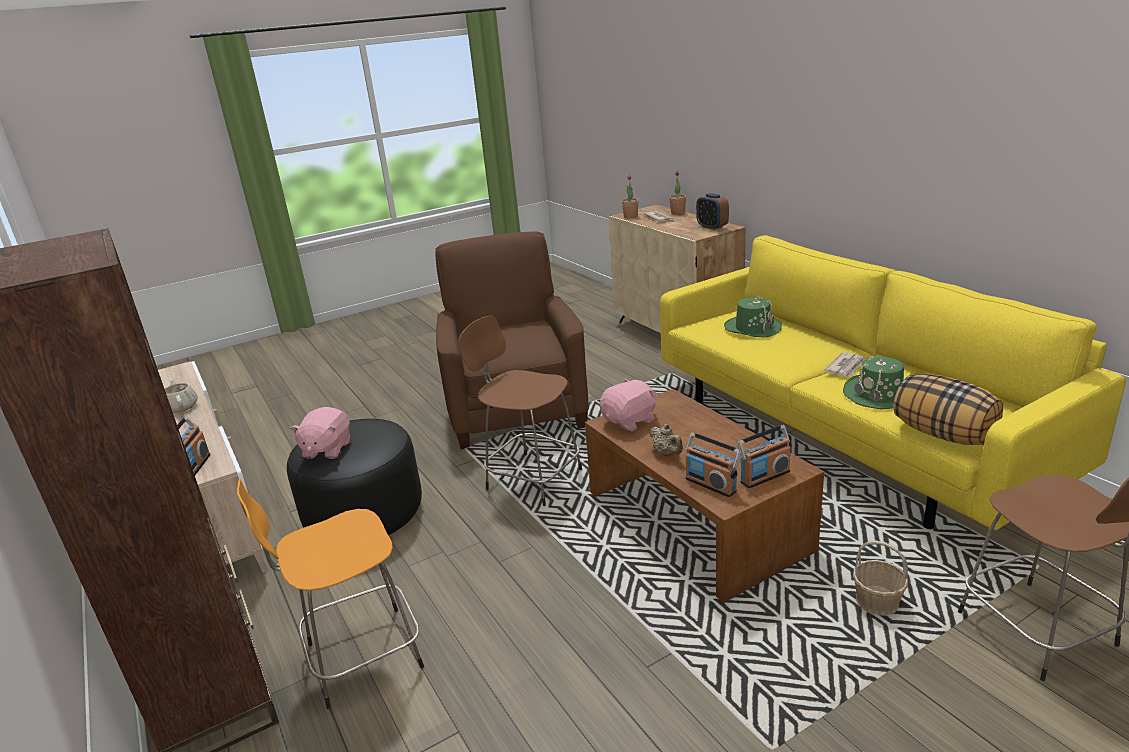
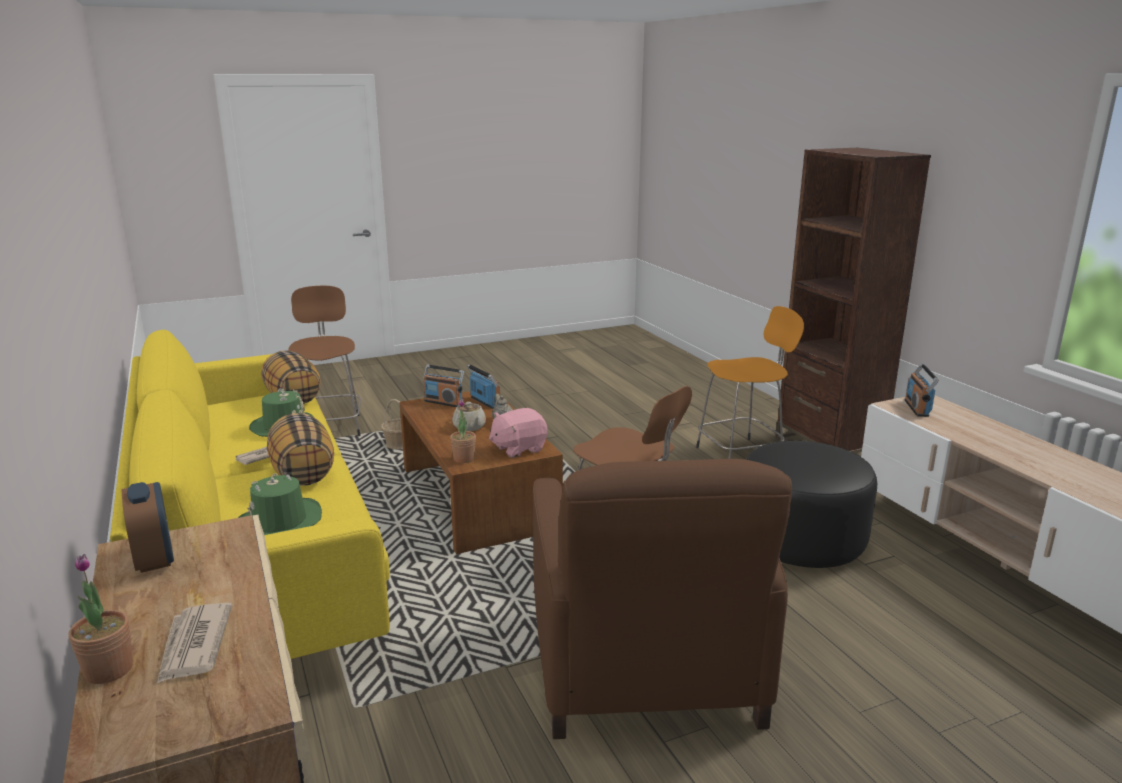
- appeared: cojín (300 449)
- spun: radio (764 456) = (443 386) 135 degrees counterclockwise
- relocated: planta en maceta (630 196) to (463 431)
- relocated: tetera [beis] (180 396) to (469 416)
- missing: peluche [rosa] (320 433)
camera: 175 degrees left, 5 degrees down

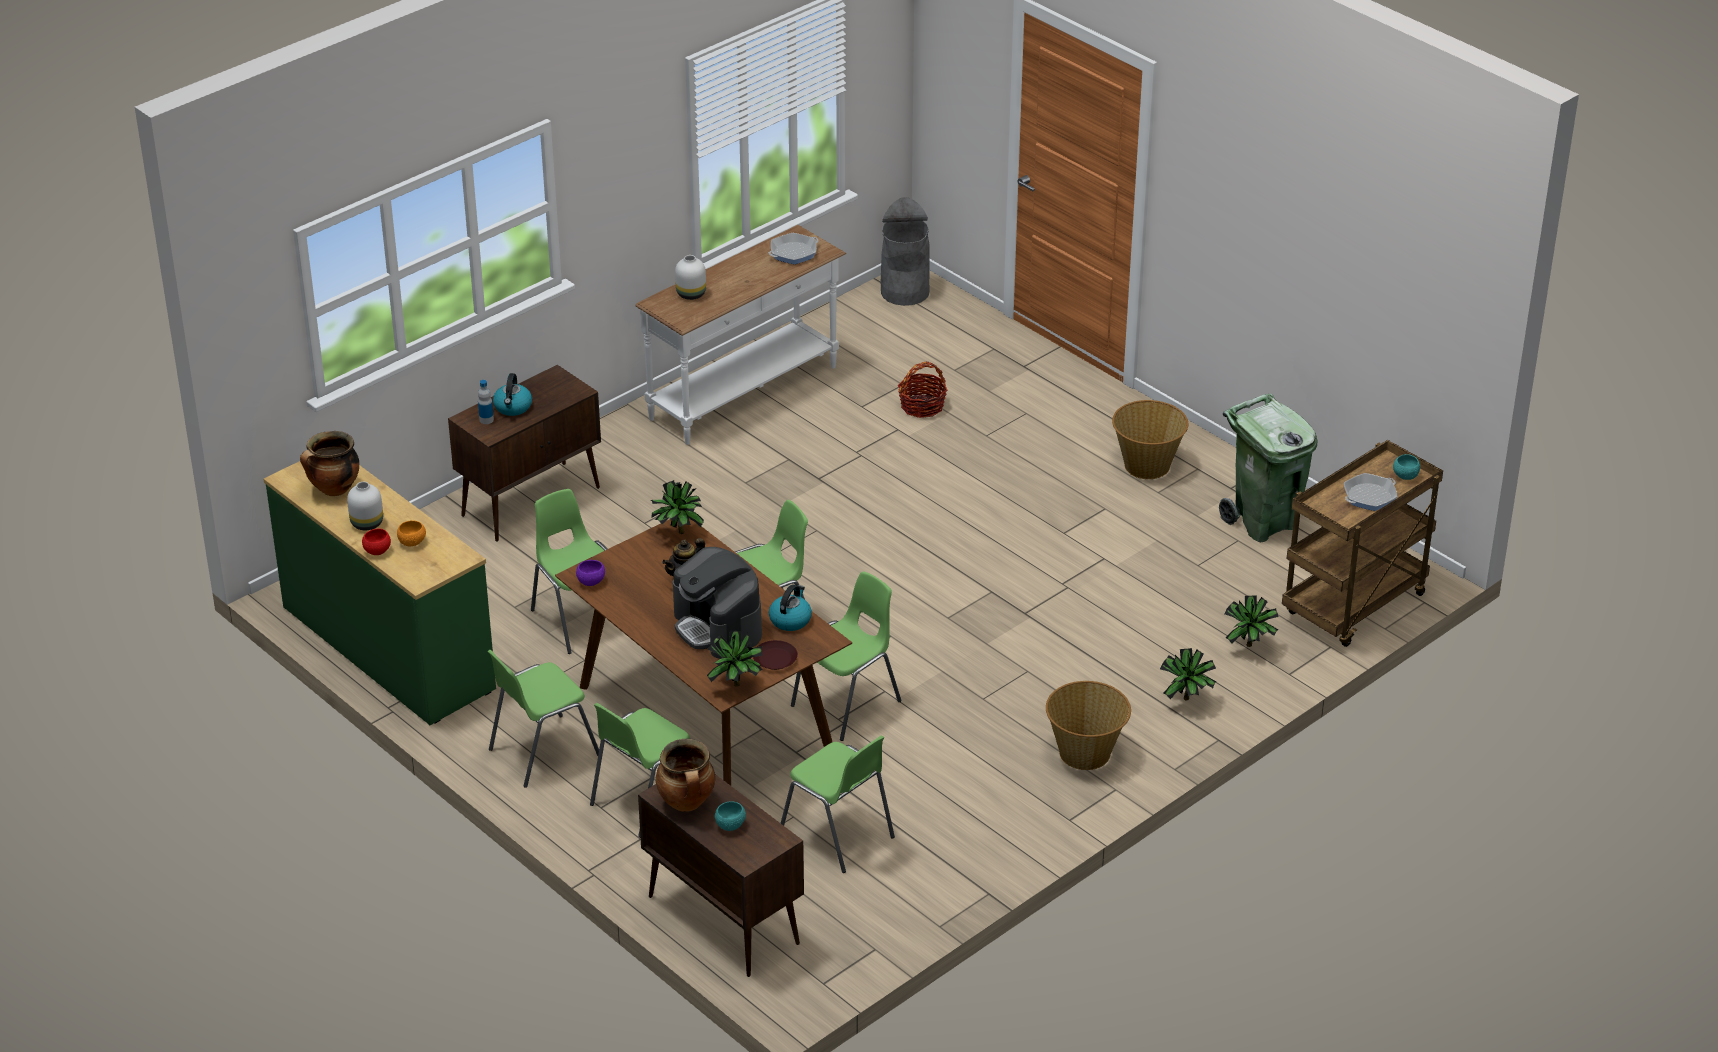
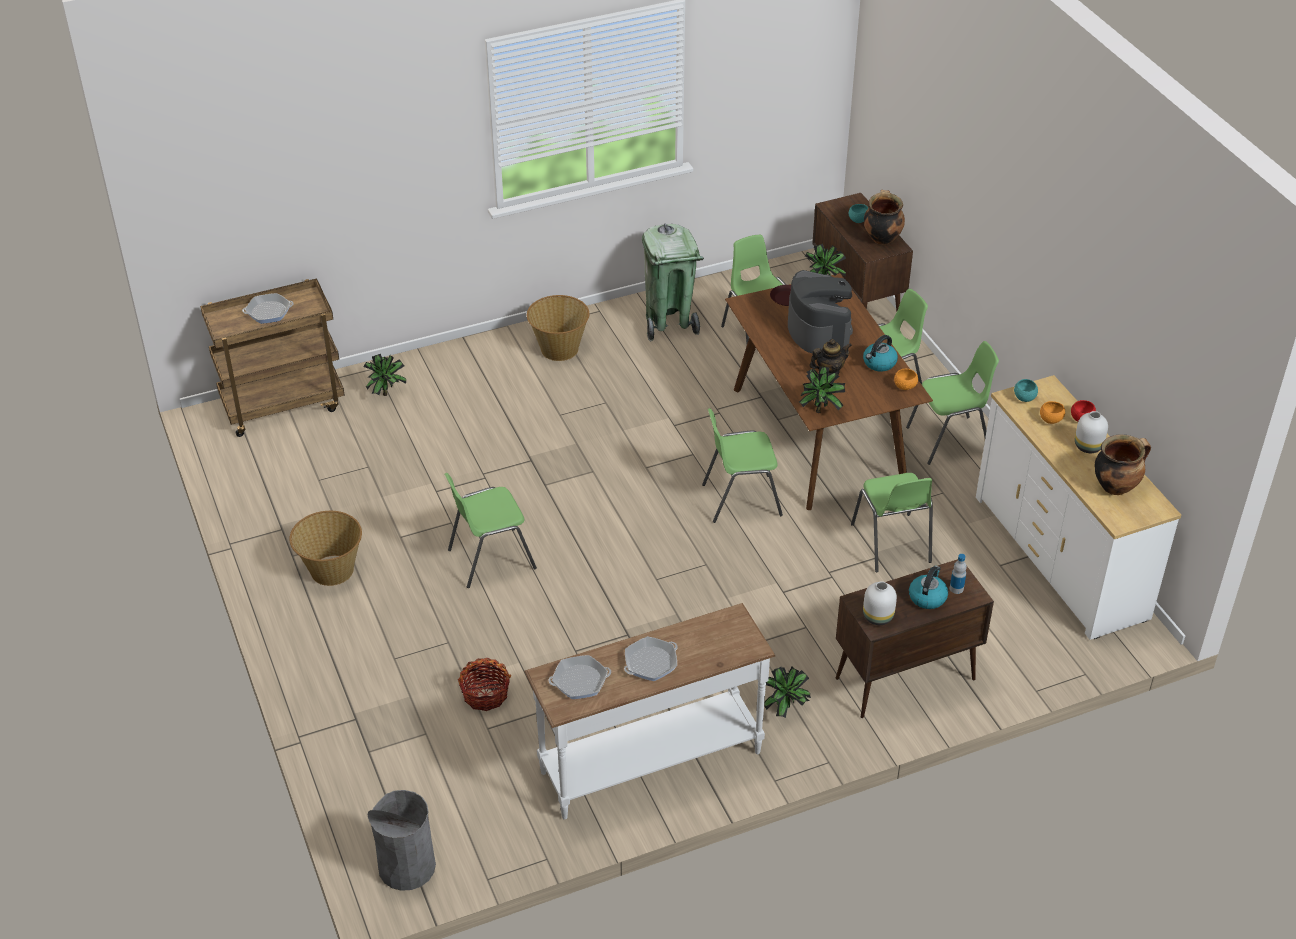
- relocated: silla [verde] (846 656) to (490 530)
- appeared: sartén (651 658)
- relocated: papelera [verde] (1268 467) to (673 282)
- relocated: planta en maceta (1188 674) to (787 692)
- relocated: hervidor (790 607) to (880 353)
- relocated: florero [blanco] (690 277) to (880 603)
- colour: cuenco [morado] (590 573) to cuenco [naranja] (906 379)
- colour: cómoda [verde] (380 593) to cómoda [blanco] (1078 507)
- relocated: cuenco [turquesa] (1406 467) to (1026 390)
camera: 160 degrees left, 5 degrees up

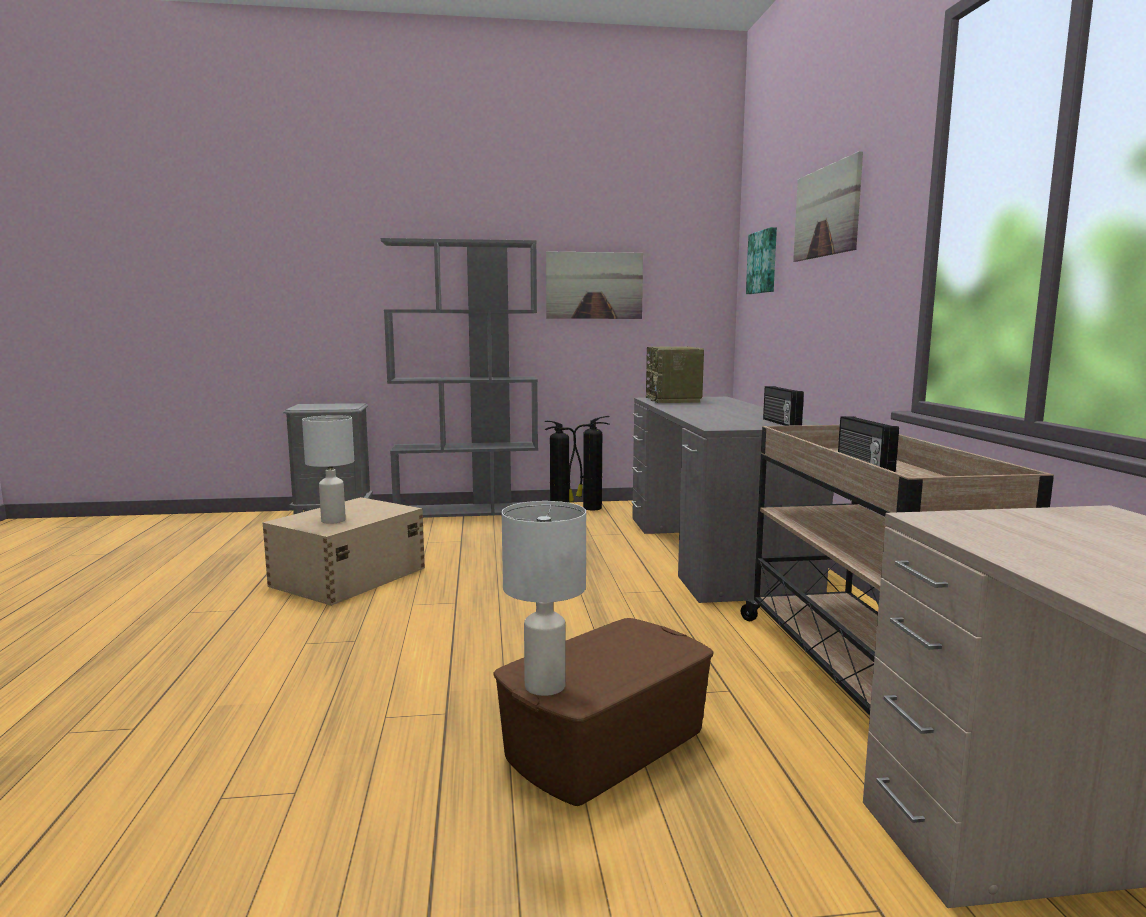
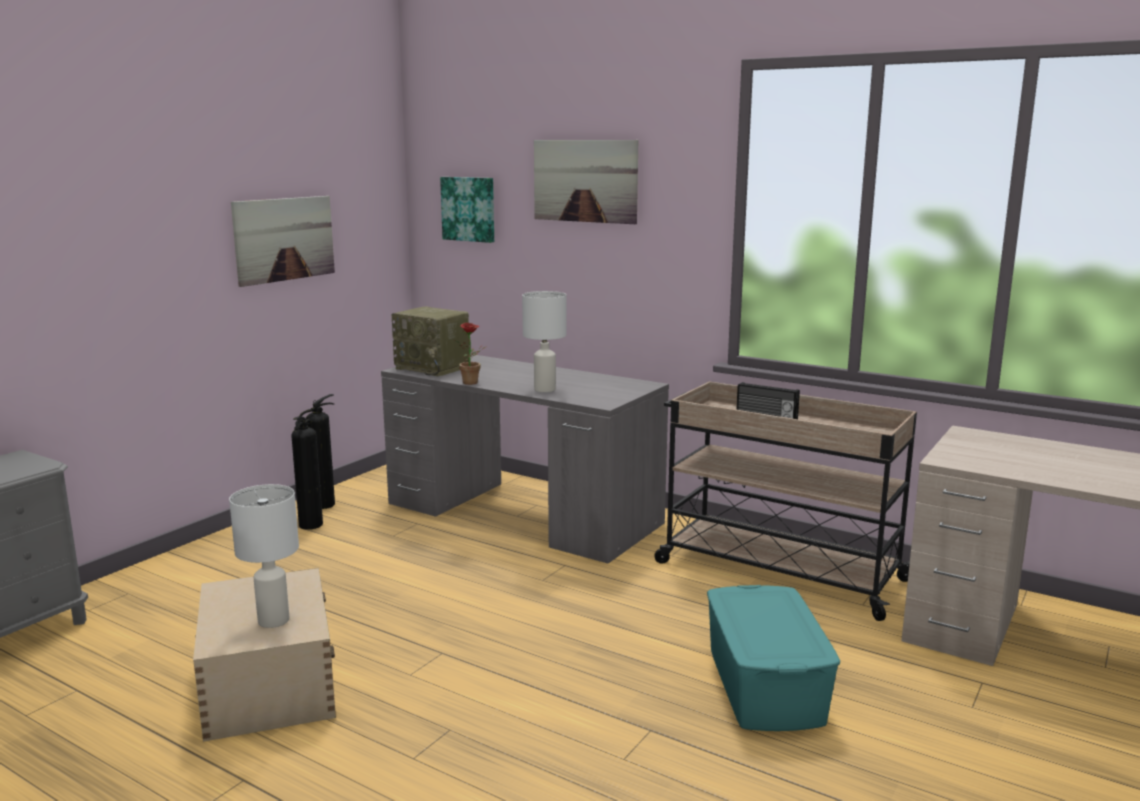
- appeared: planta en maceta (471 354)
- relocated: lámpara de mesa [blanco] (544 598) to (544 341)
- colour: caja de almacenaje [marrón] (603 712) to caja de almacenaje [turquesa] (773 658)
- missing: estantería [gris] (459 378)
- missing: radio (783 406)
camera: 50 degrees left, 5 degrees up

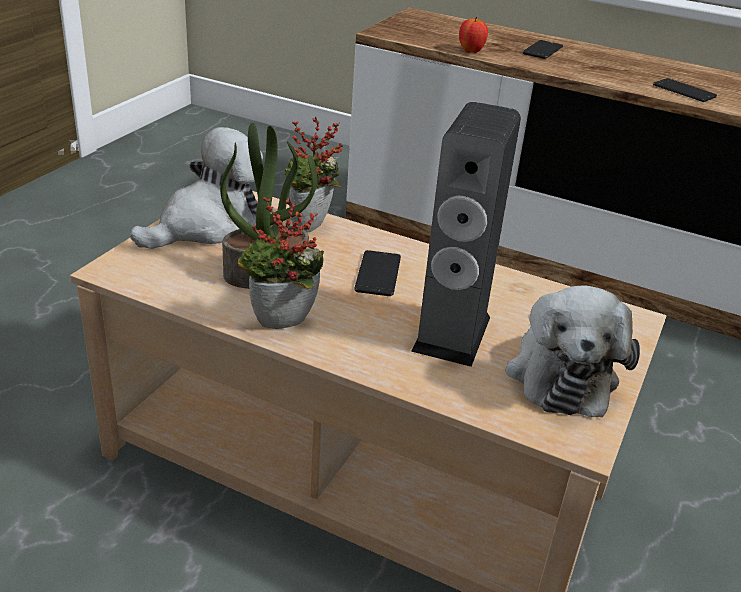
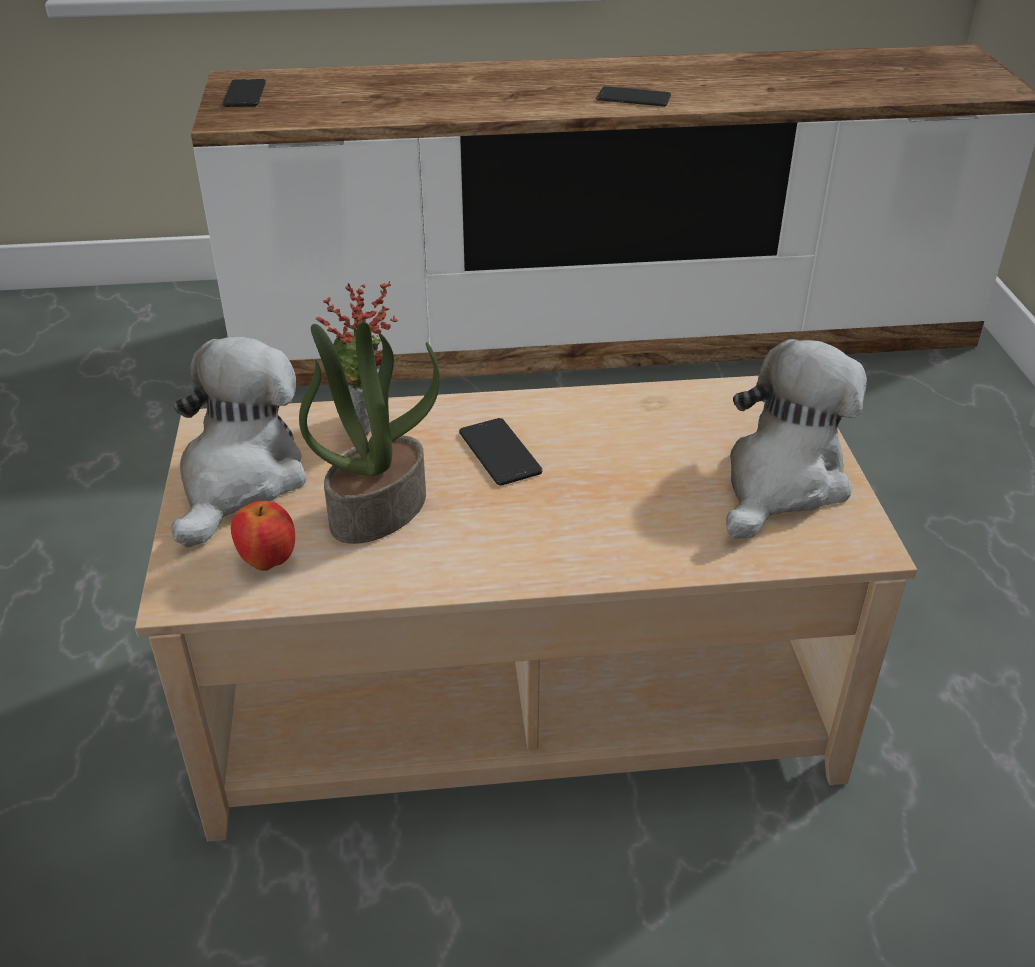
- relocated: móvil (542 49) to (244 93)
- relocated: manzana (473 34) to (263 536)
- spun: peluche (573 351) = (796 439) 120 degrees counterclockwise
- missing: planta en maceta (281 263)
- missing: altavoz (466 234)
camera: 30 degrees left, 5 degrees up

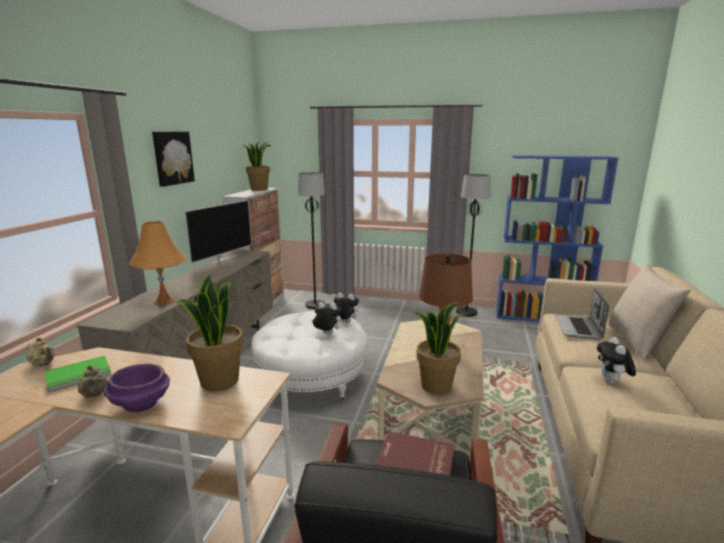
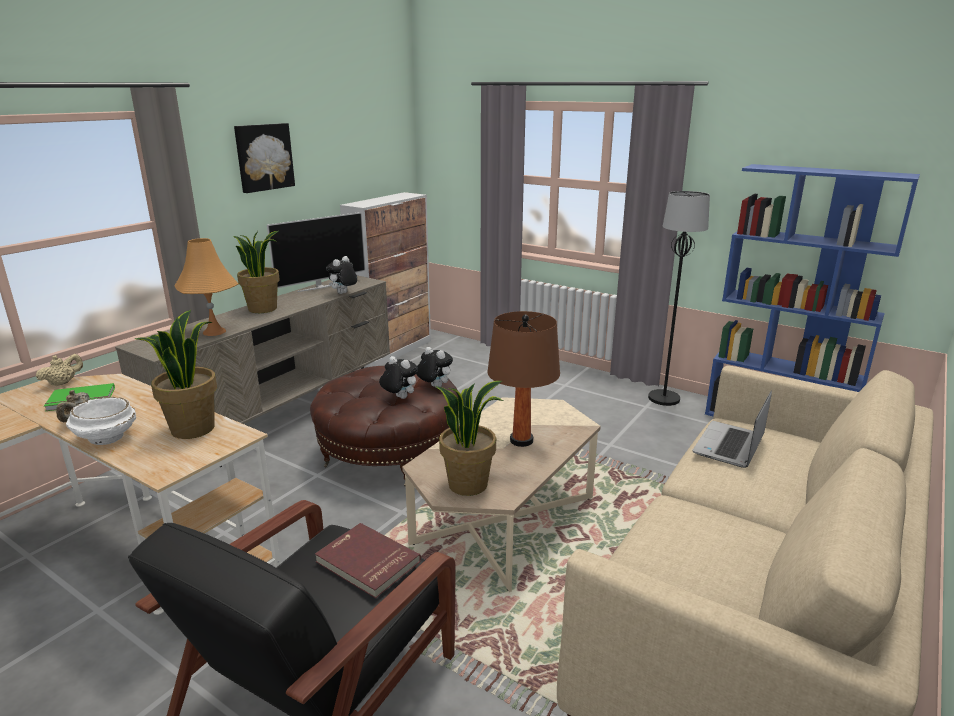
- spun: tetera [beis] (40 351) = (59 370) 105 degrees counterclockwise
- colour: cuenco [morado] (137 387) to cuenco [blanco] (101 421)
- relocated: planta en maceta (256 166) to (256 272)
- colour: puf [blanco] (310 357) to puf [marrón] (384 426)
- relocated: peluche (616 360) to (341 275)
- missing: lámpara de pie [negro] (311 240)
- missing: cojín [beis] (649 312)
camera: 20 degrees right, 5 degrees up

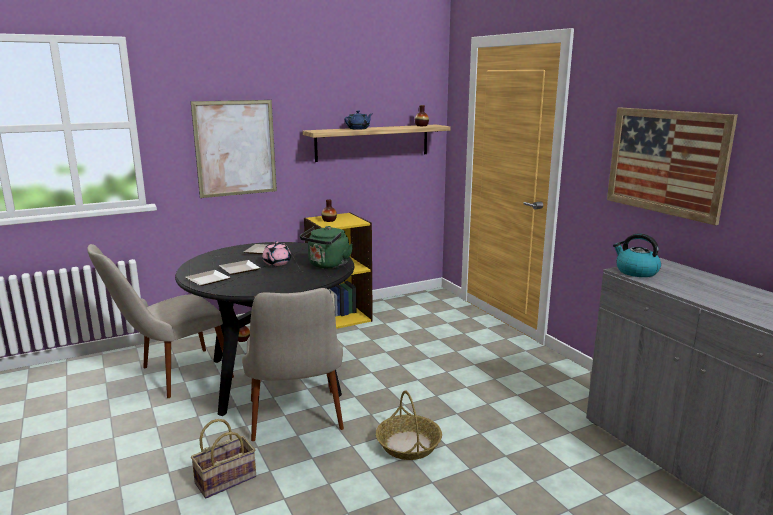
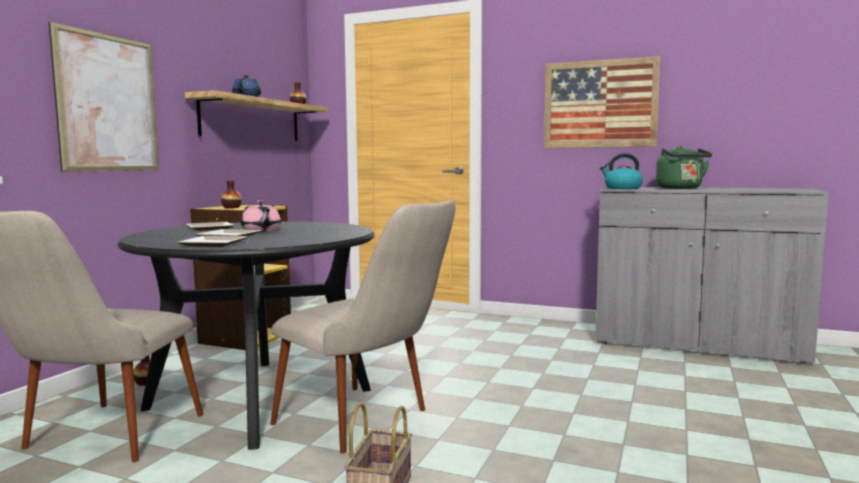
- relocated: hervidor [verde] (326 247) to (684 167)
- missing: cesta (409 425)
camera: 40 degrees left, 10 degrees down

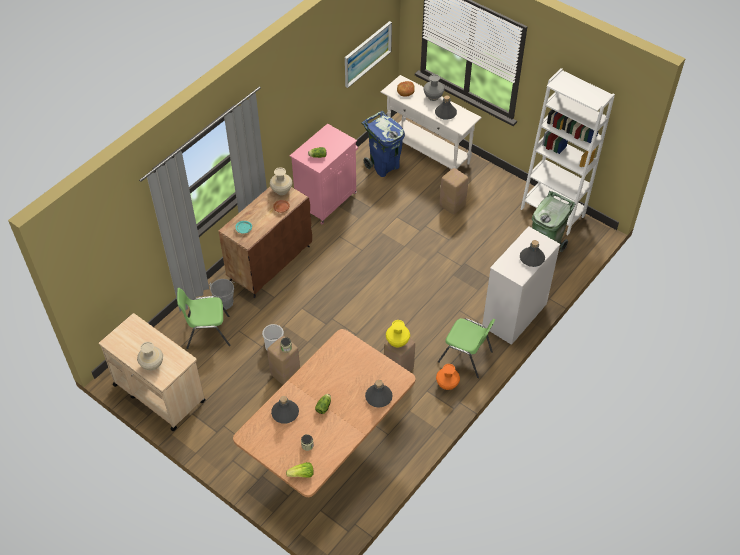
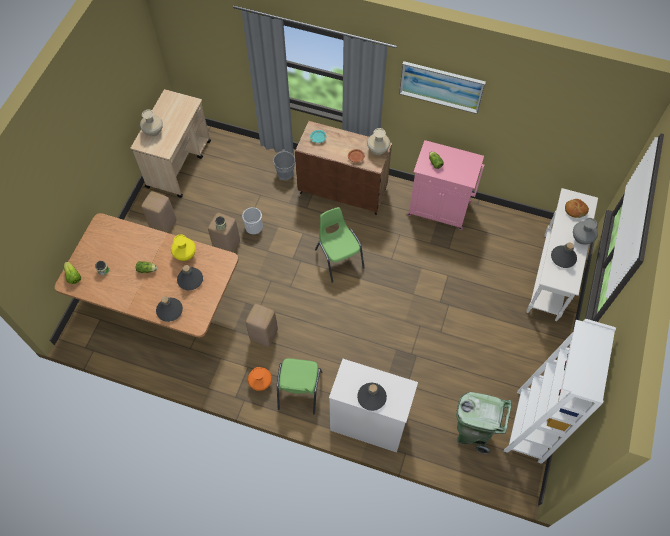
- relocated: taburete [beis] (454 191) to (158 212)
- relocated: florero [amarillo] (398 334) to (183 247)
- relocated: botella [gris] (285 410) to (190 277)
- relocated: silla [verde] (203 318) to (340 245)
- relocated: cuadro (368 54) to (442 87)
- missing: papelera [azul] (383 144)
camera: 70 degrees right, 10 degrees up

